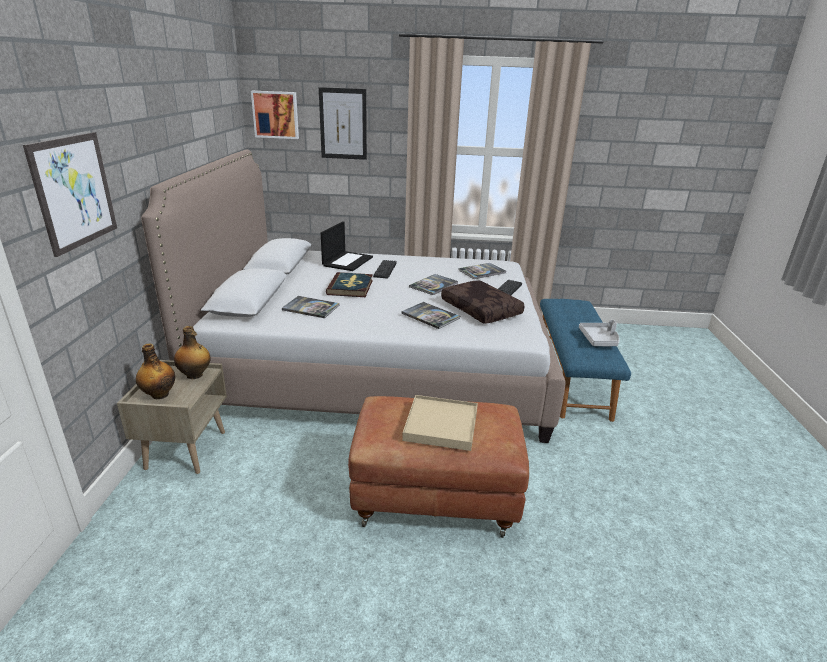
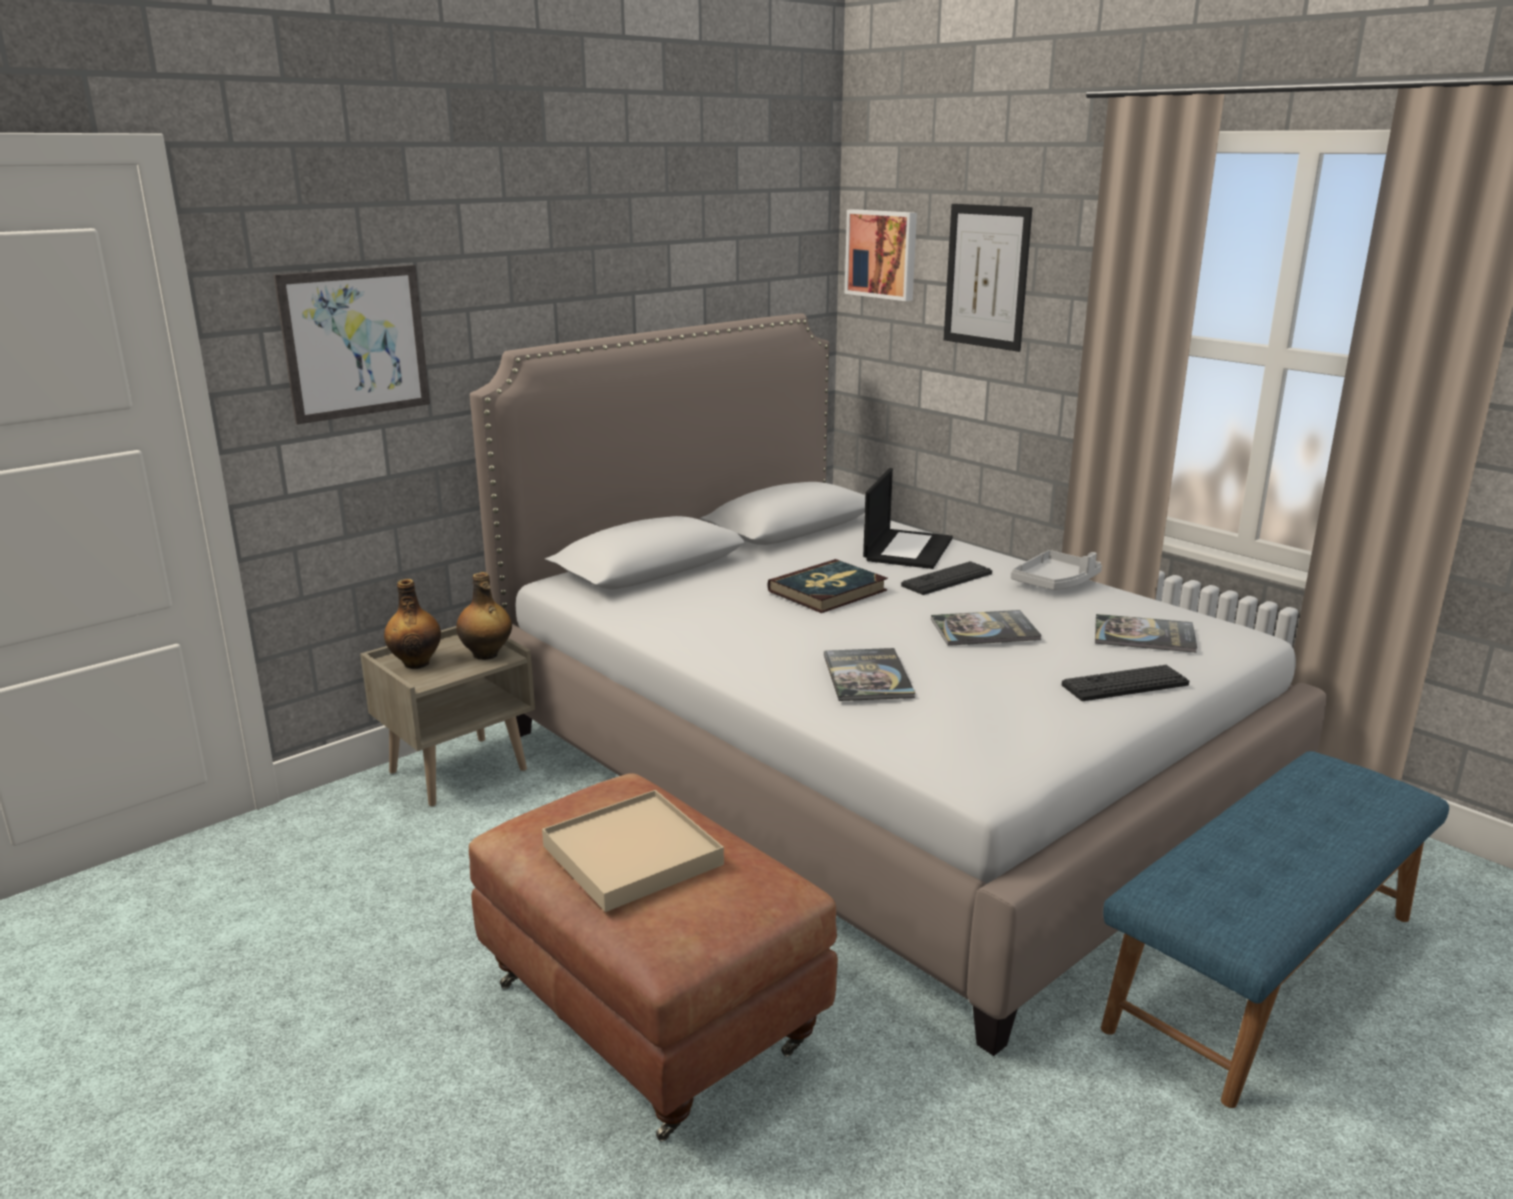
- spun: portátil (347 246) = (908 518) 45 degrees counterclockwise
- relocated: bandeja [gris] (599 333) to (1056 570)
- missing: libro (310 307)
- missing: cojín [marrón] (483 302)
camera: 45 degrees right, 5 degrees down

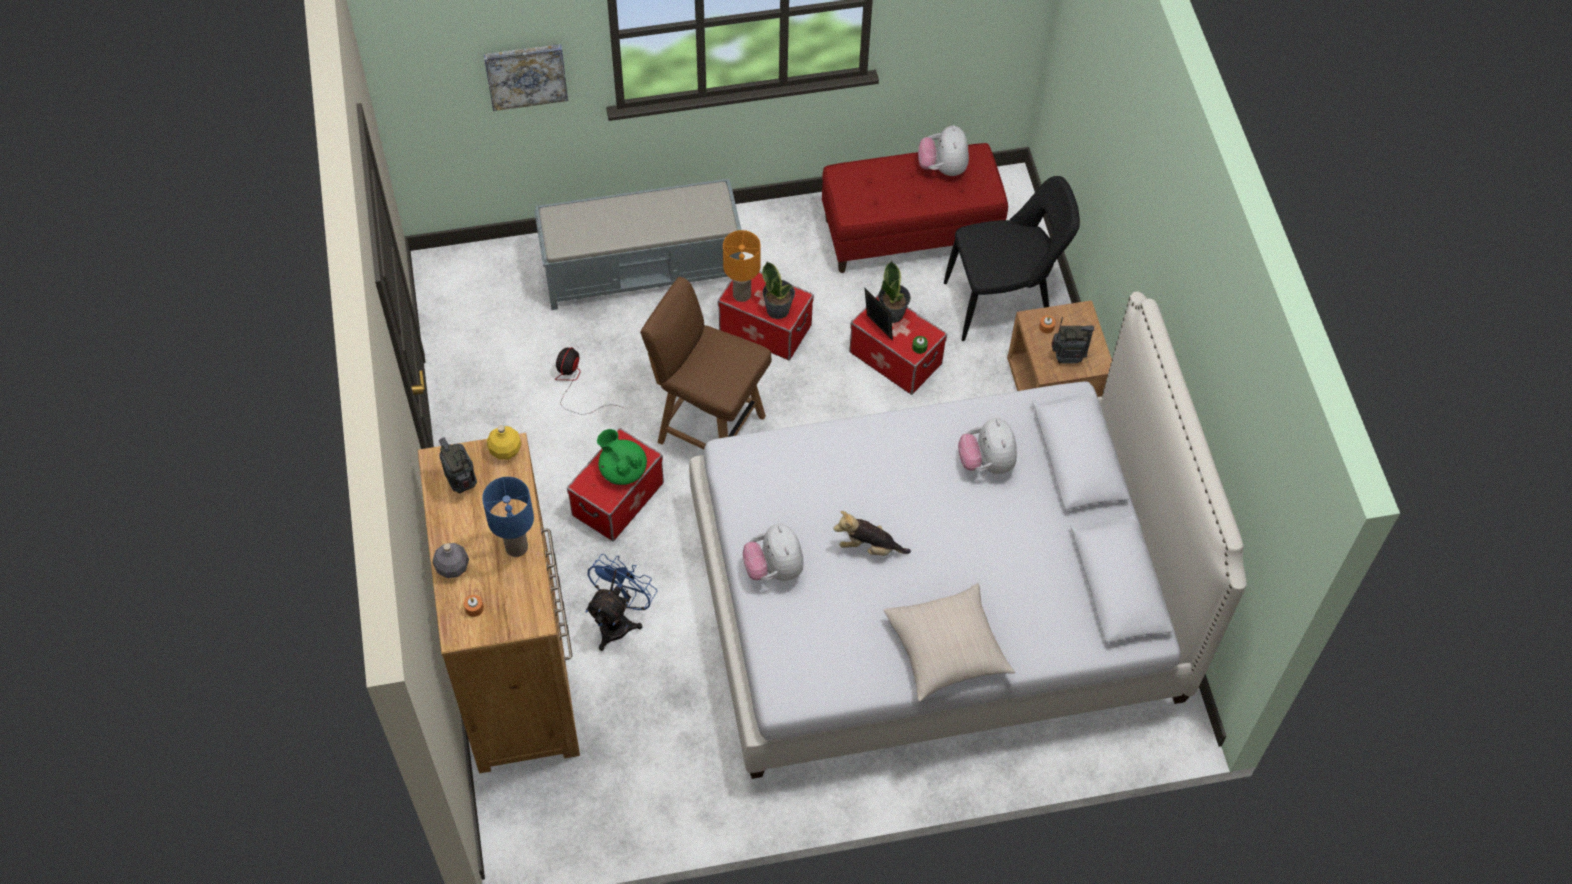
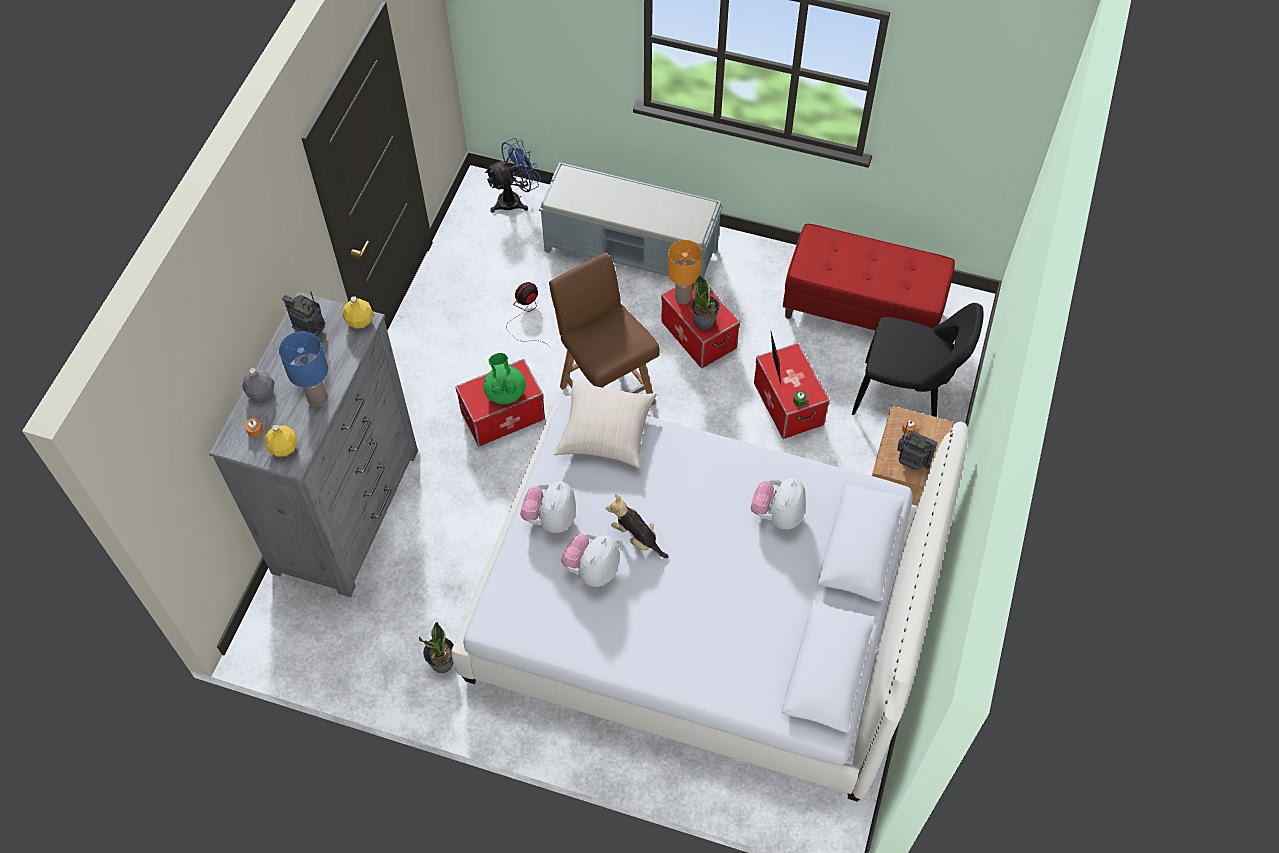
- colour: cómoda [marrón] (499 603) to cómoda [gris] (313 444)
- appeared: botella [amarillo] (281 441)
- spun: radio (458 465) = (303 314) 60 degrees counterclockwise
- relocated: planta en maceta (894 292) to (436 647)
- relocated: ventilador [azul] (621 602) to (513 175)
- relocated: cojín [beis] (949 642) to (605 424)
- relocated: peluche (943 150) to (590 560)
- missing: cuadro (526 77)
camera: 30 degrees right, 0 degrees up

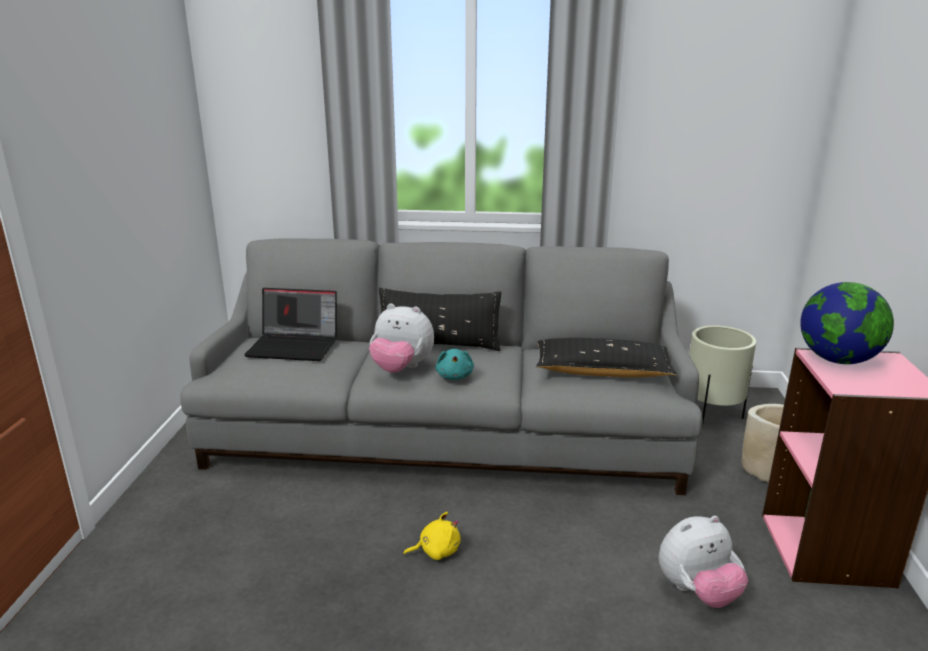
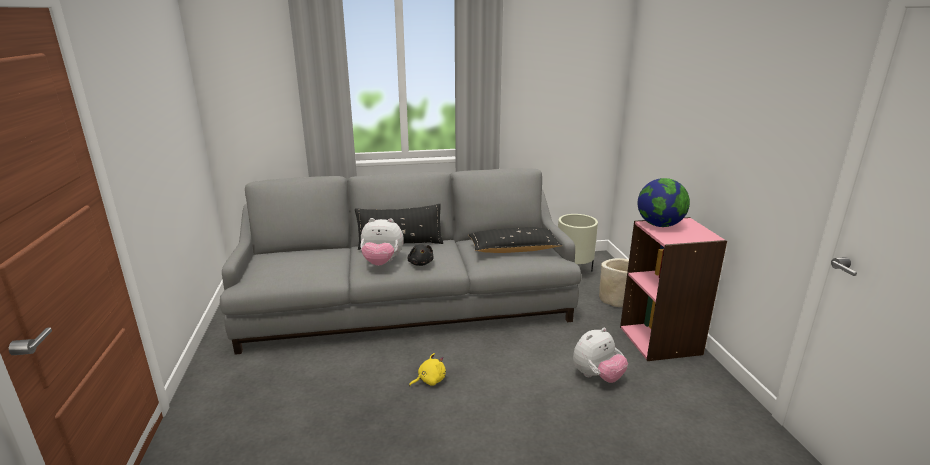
- colour: peluche [turquesa] (454 364) to peluche [negro] (420 255)
- missing: portátil (290 324)
camera: 15 degrees left, 0 degrees up

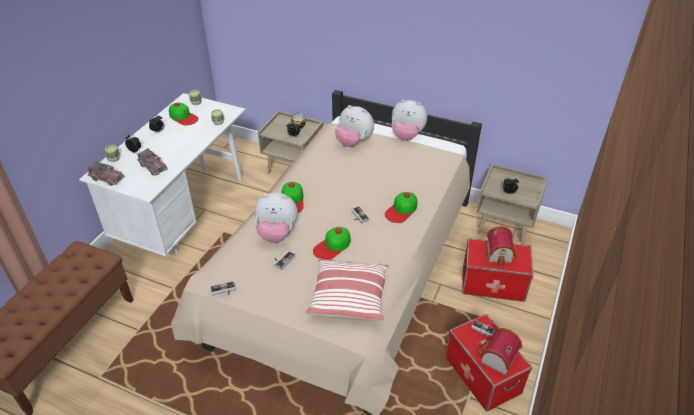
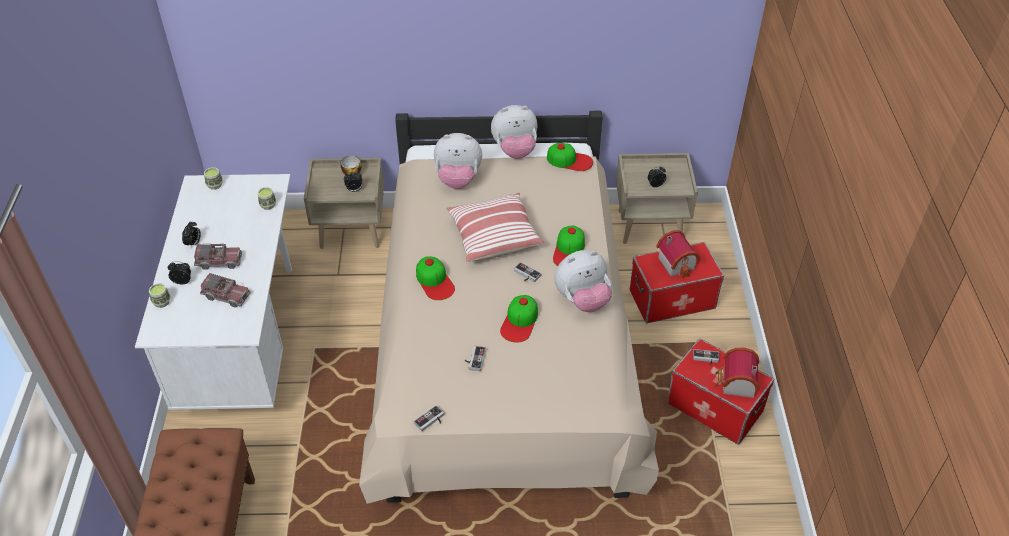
- relocated: camión de juguete (106 173) to (218 256)
- relocated: cojín (347 289) to (495 227)
- relocated: gorra (184 114) to (570 157)
- relocated: peluche (276 218) to (583 281)
camera: 25 degrees left, 5 degrees up

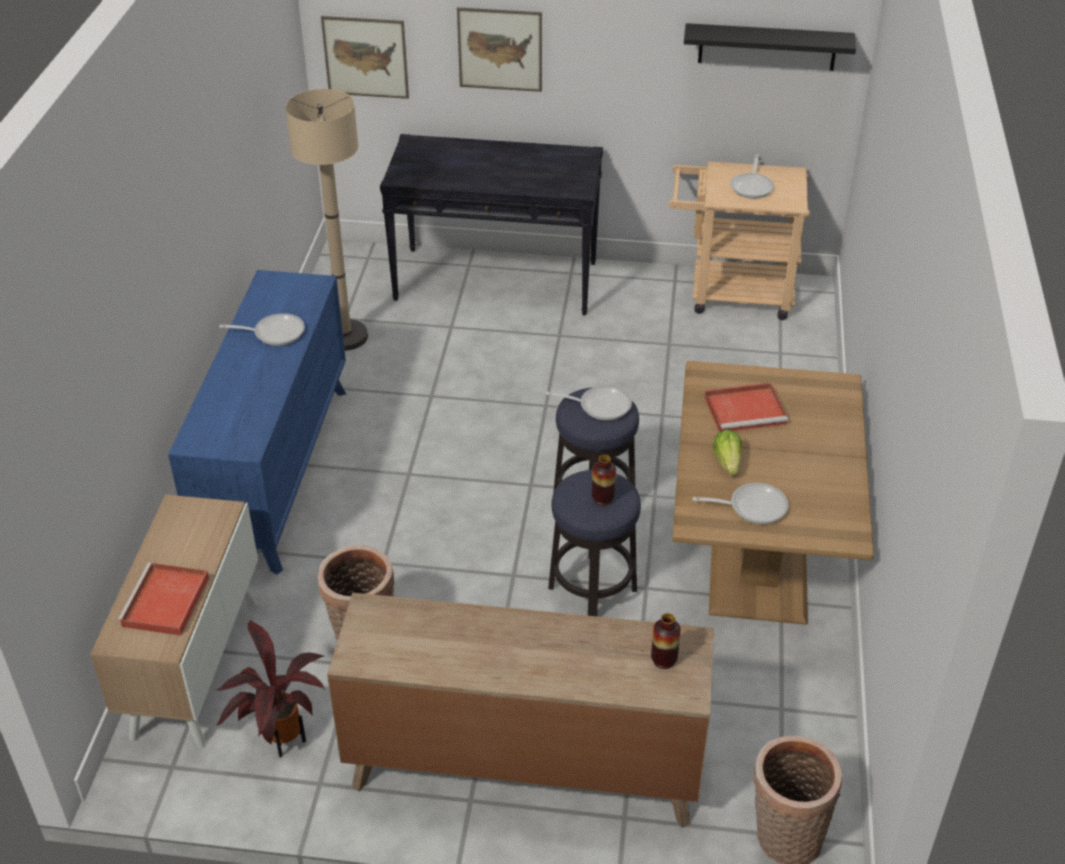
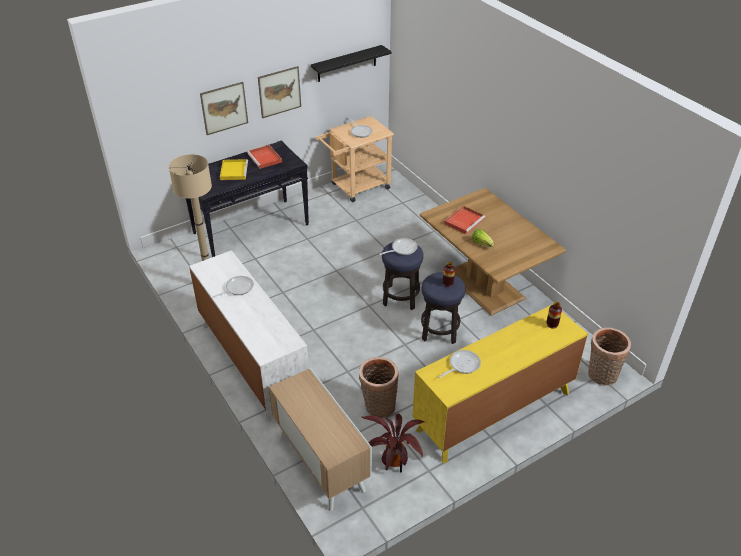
- colour: cómoda [azul] (257 422) to cómoda [blanco] (249 336)
- appeared: bandeja [amarillo] (234 169)
- relocated: bandeja [rojo] (163 599) to (264 157)
- relocated: cuadro (365 57) to (279 92)
- colour: cómoda [marrón] (520 710) to cómoda [amarillo] (500 383)
- relocated: sartén (740 503) to (459 364)
camera: 40 degrees left, 0 degrees up

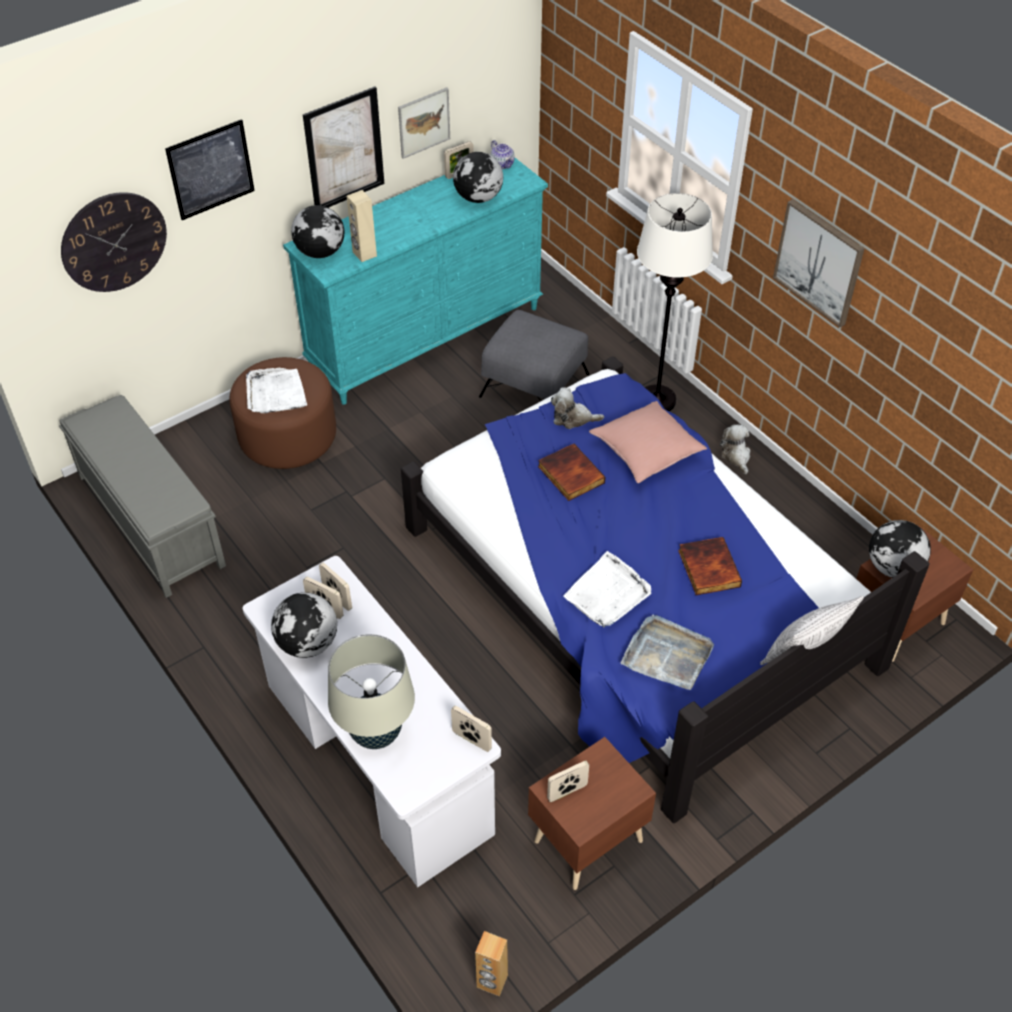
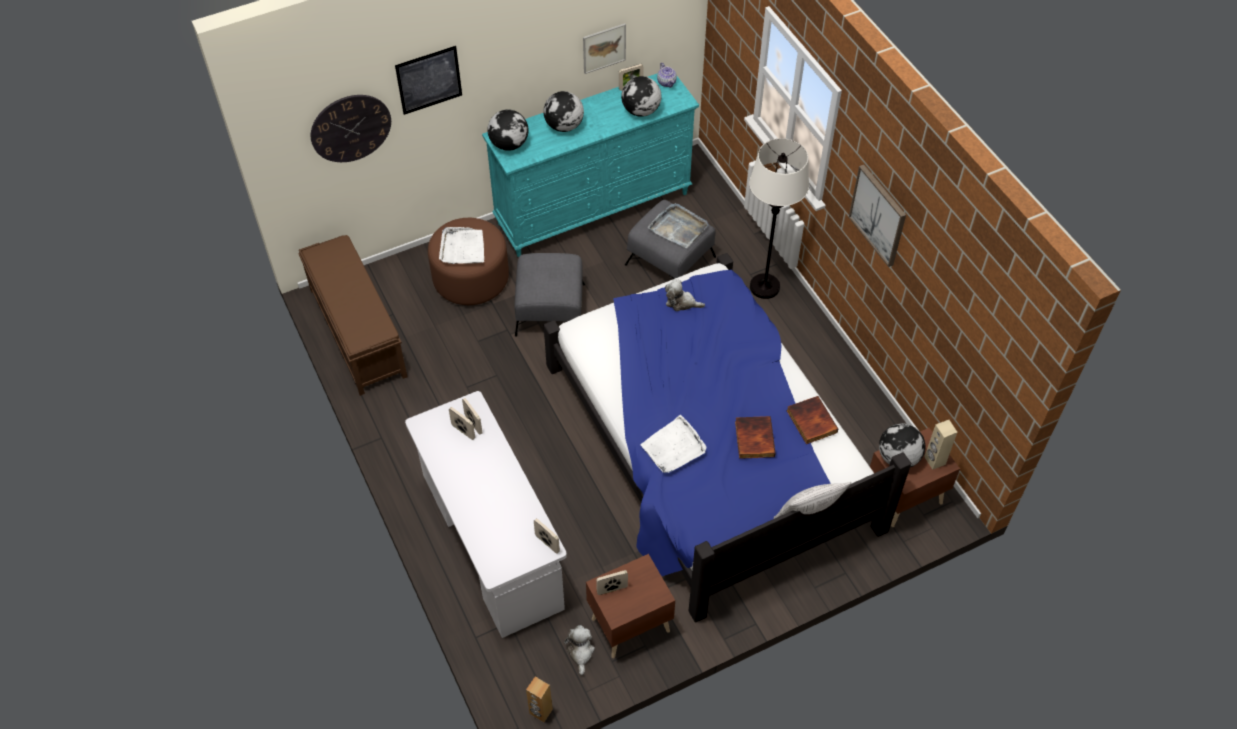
- colour: banco [gris] (142 496) to banco [marrón] (353 315)
- appeared: puf [gris] (549 295)
- relocated: globo terráqueo (304 625) to (563 111)
- relocated: peluche (735 449) to (579 650)
- relocated: bandeja [gris] (667 652) to (678 225)
- relocated: libro (571 472) to (812 420)
- relocated: altavoz [beis] (362 226) to (940 445)
- missing: cuadro (343 147)
- missing: lámpara de mesa [beis] (371 691)
- missing: cojín [rosa] (648 442)
camera: 10 degrees right, 5 degrees up

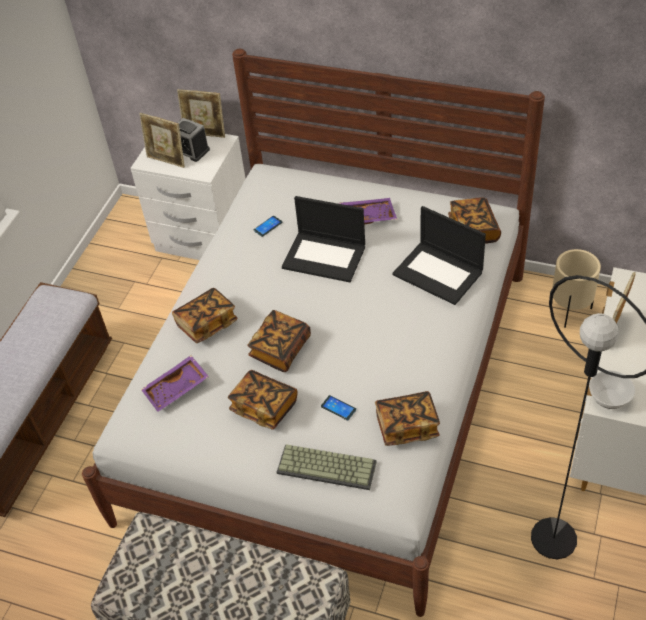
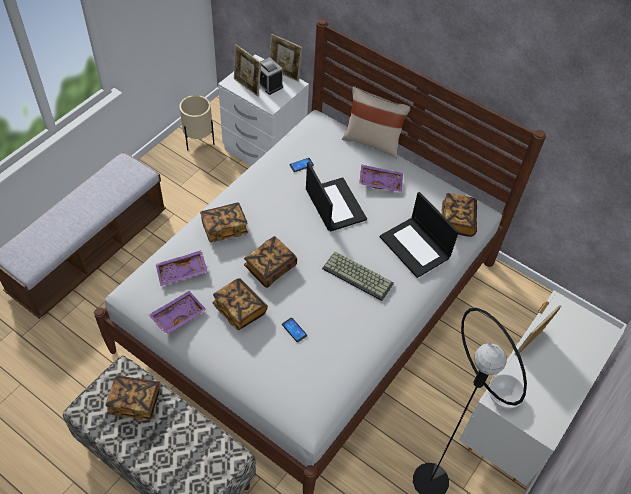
- relocated: libro (407 418) to (132 397)
- appeared: bandeja [morado] (178 312)
- relocated: maceta [beis] (576 288) to (196 122)
- spun: portátil (323 239) = (336 197) 150 degrees counterclockwise
- relocated: teclado (327 467) to (358 276)
- appeared: cojín [beis] (376 122)
camera: 10 degrees right, 5 degrees up

